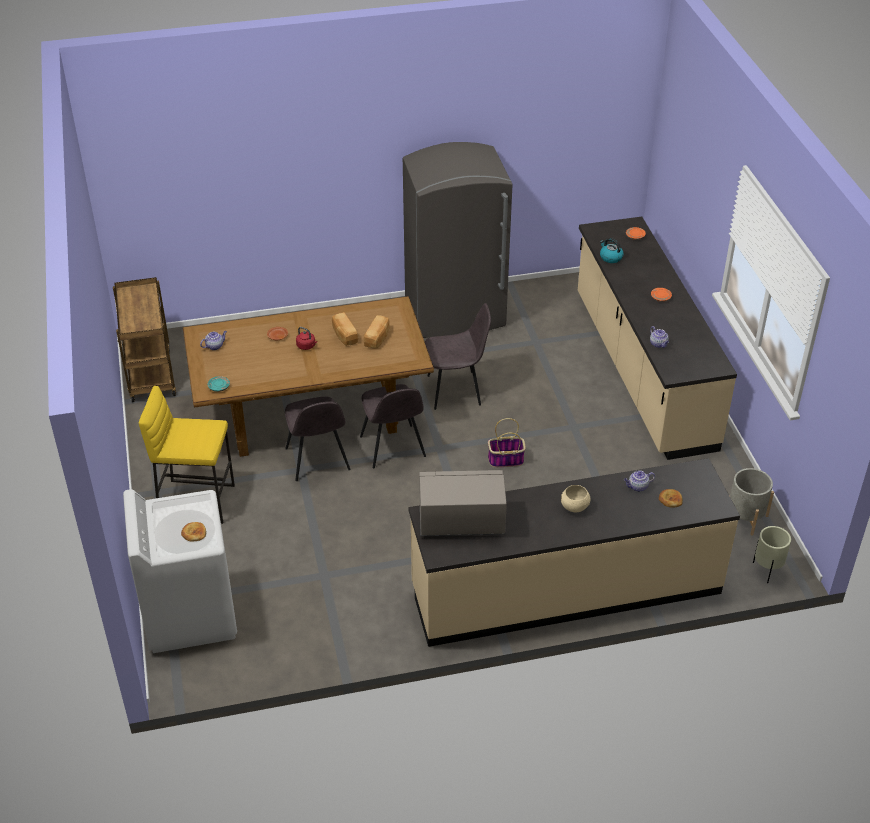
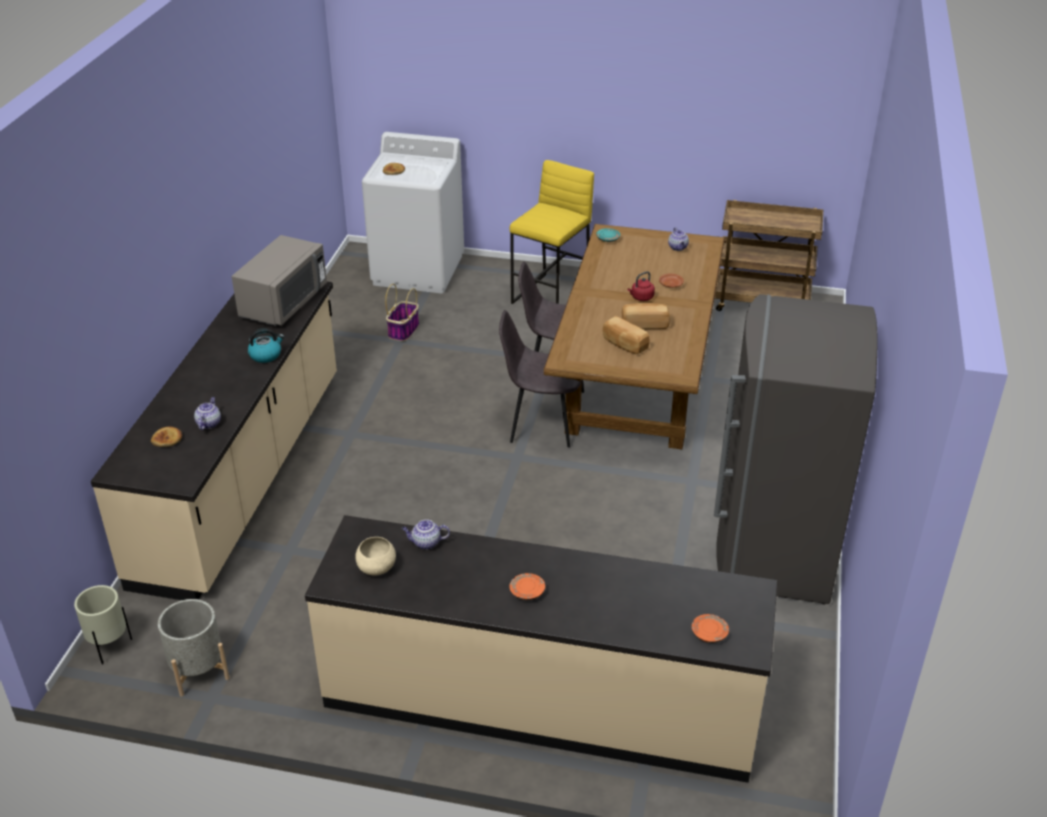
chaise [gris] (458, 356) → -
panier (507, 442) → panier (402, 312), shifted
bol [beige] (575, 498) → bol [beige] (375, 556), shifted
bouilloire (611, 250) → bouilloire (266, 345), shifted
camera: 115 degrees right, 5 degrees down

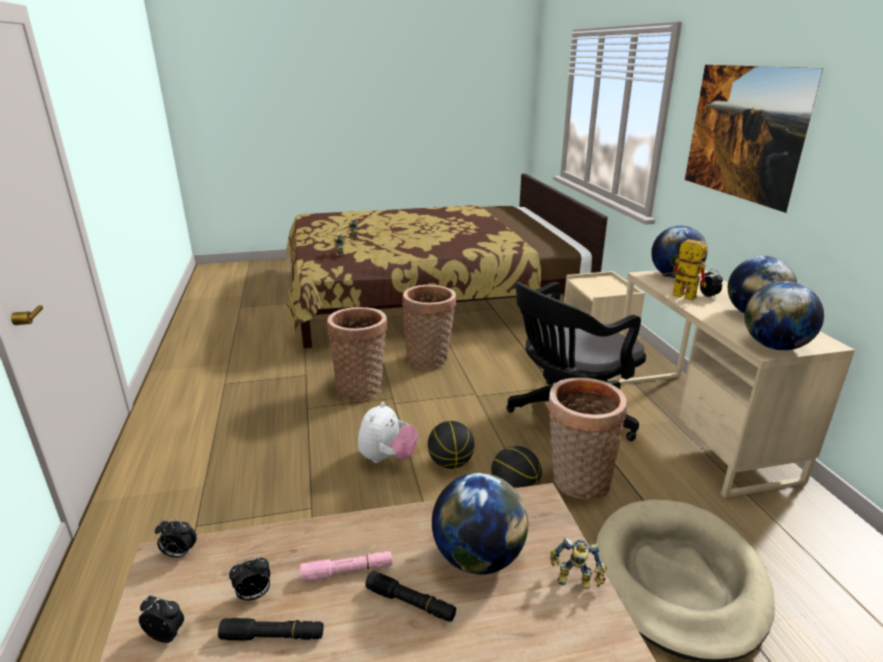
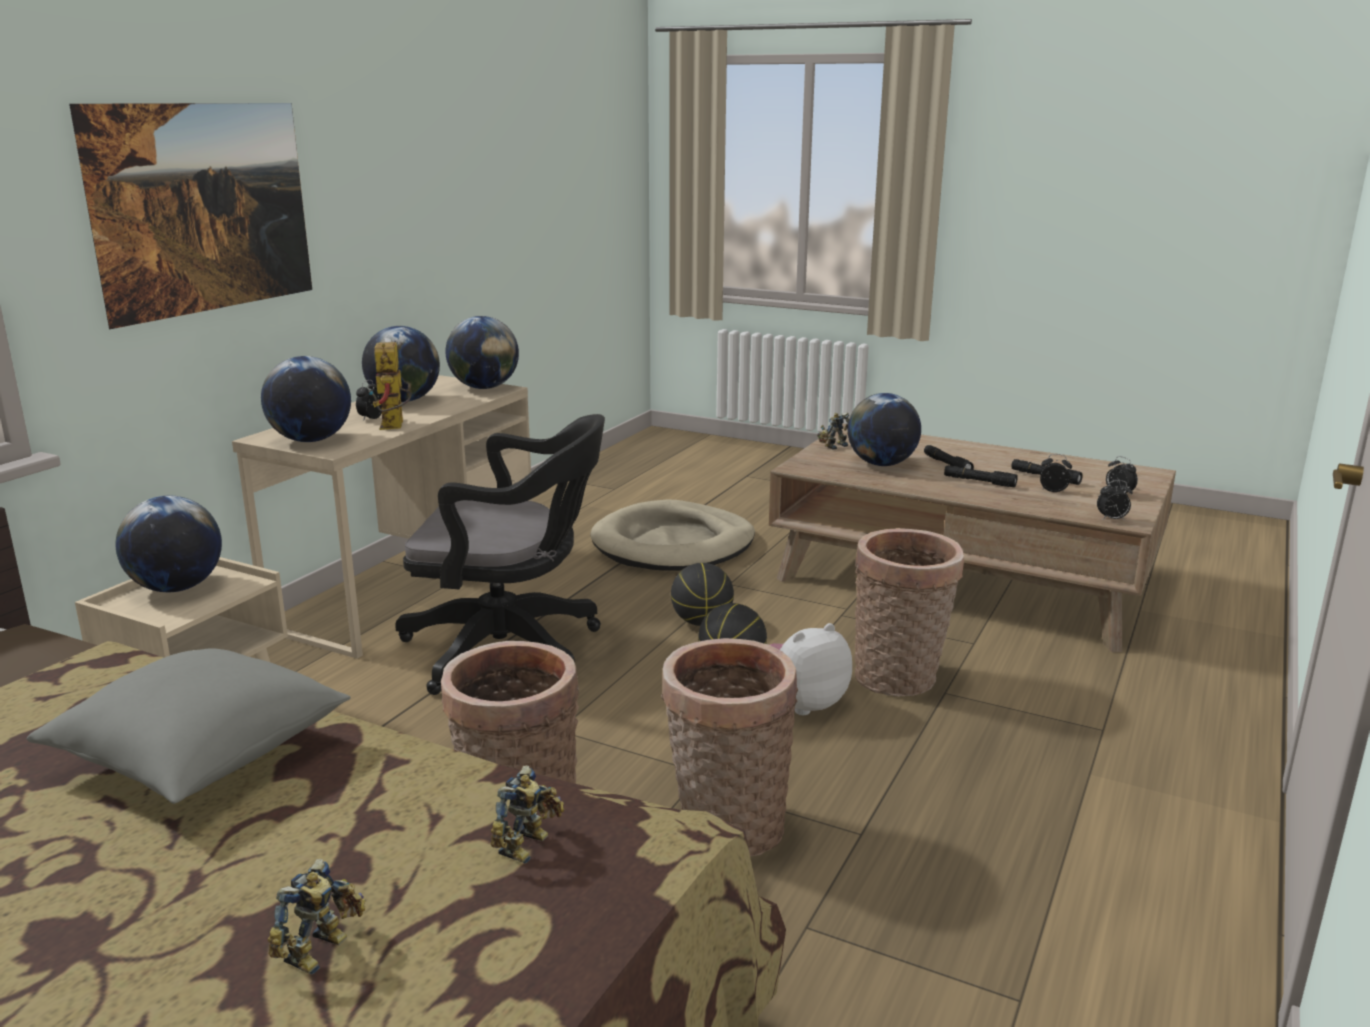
- → coussin [gris] (189, 726)
- → globe (168, 544)
panier (587, 439) → panier (909, 612), shifted
lampe de poche [rose] (346, 566) → lampe de poche [noir] (981, 476)
réveil (176, 538) → réveil (1115, 500), 135 degrees clockwise
robot jouet (578, 563) → robot jouet (833, 430), 90 degrees counterclockwise
camera: 140 degrees left, 5 degrees down

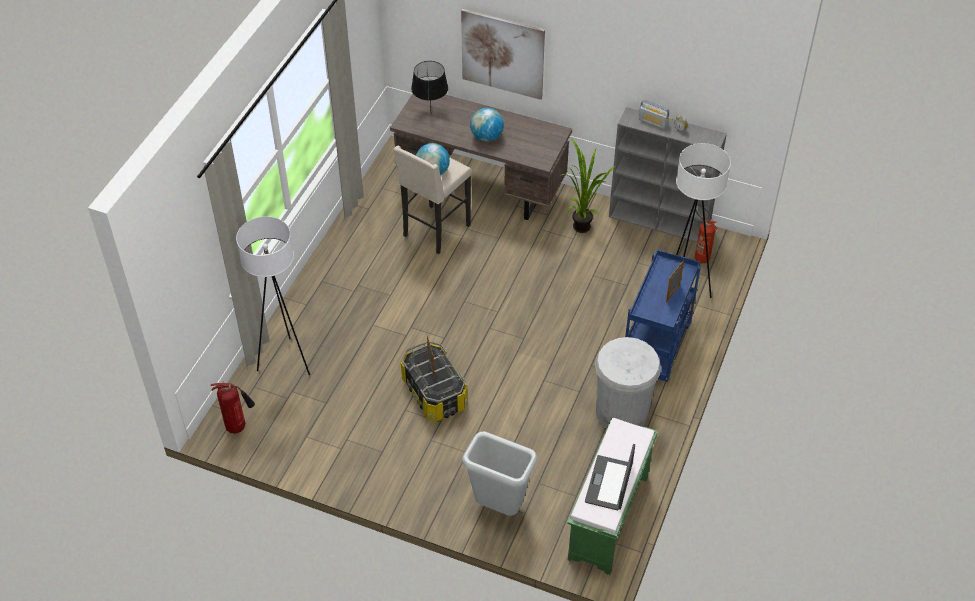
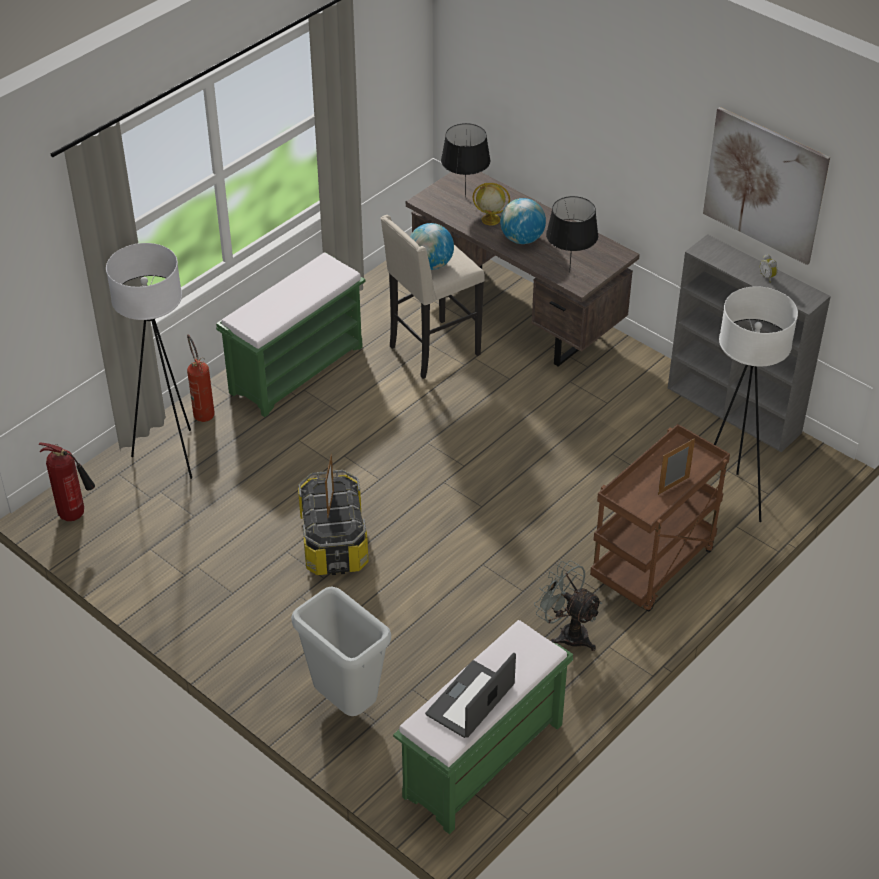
plante en pot (589, 185) → -
radio (654, 114) → -
- → banc [vert] (291, 334)
- → globe (491, 204)
- → lampe de table [noir] (572, 234)
tableau (503, 54) → tableau (766, 186), shifted
extincteur (706, 234) → extincteur (201, 378), shifted
poubelle [blanc] (628, 383) → ventilateur [gris] (568, 606)
chariot [bleu] (663, 315) → chariot [marron] (660, 518)
camera: 20 degrees right, 5 degrees down

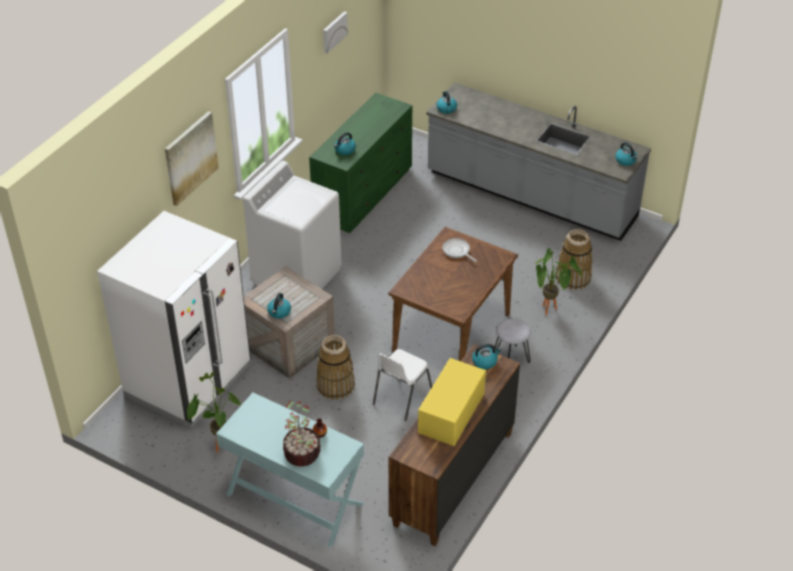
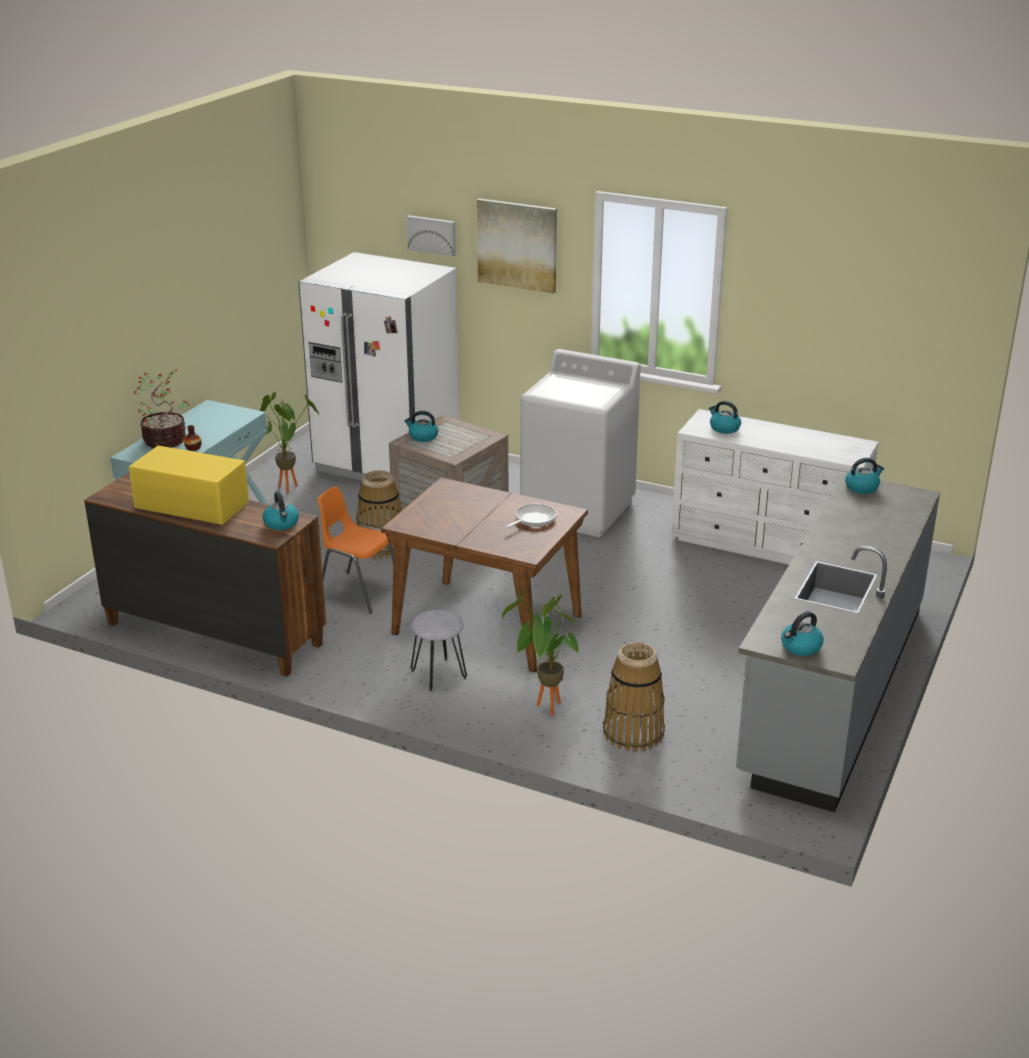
tableau (335, 32) → tableau (431, 236), shifted
commode [vert] (360, 163) → commode [blanc] (775, 487)
chaise [blanc] (402, 385) → chaise [orange] (355, 550)
camera: 85 degrees right, 15 degrees down

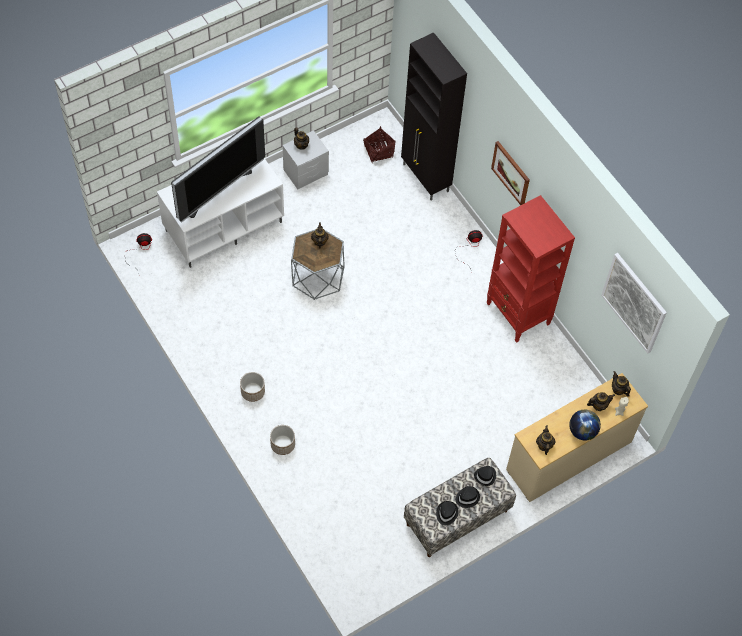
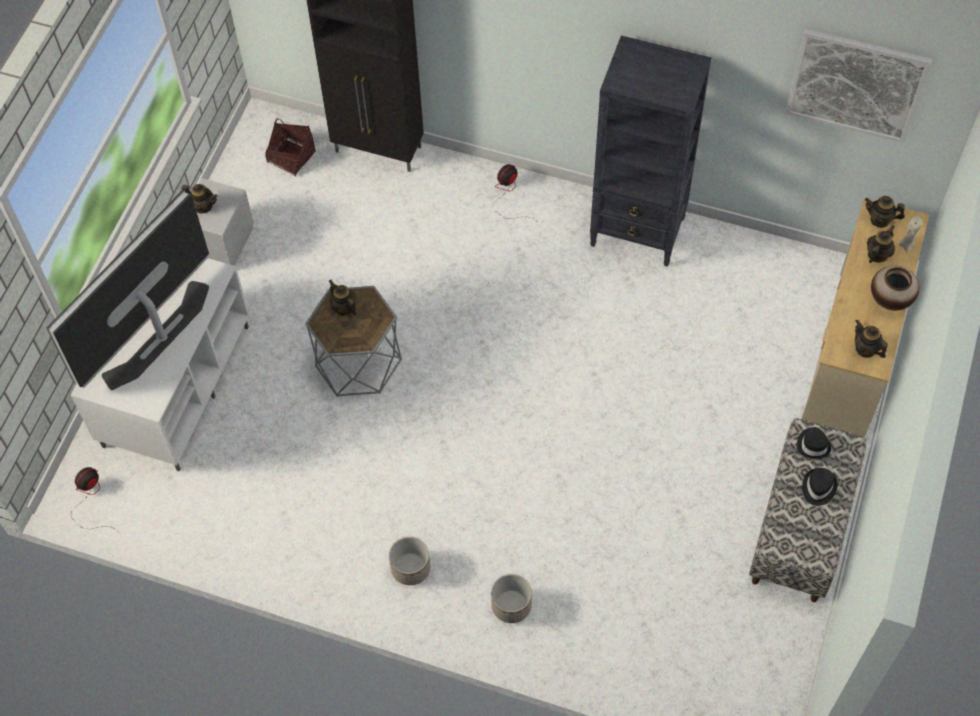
chapeau [noir] (447, 513) → -
tableau (510, 173) → -
globe (585, 425) → vase (895, 288)
bibliothèque [rouge] (531, 269) → bibliothèque [noir] (650, 151)
téléviseur (218, 169) → téléviseur (127, 290), 150 degrees counterclockwise
camera: 35 degrees left, 0 degrees up

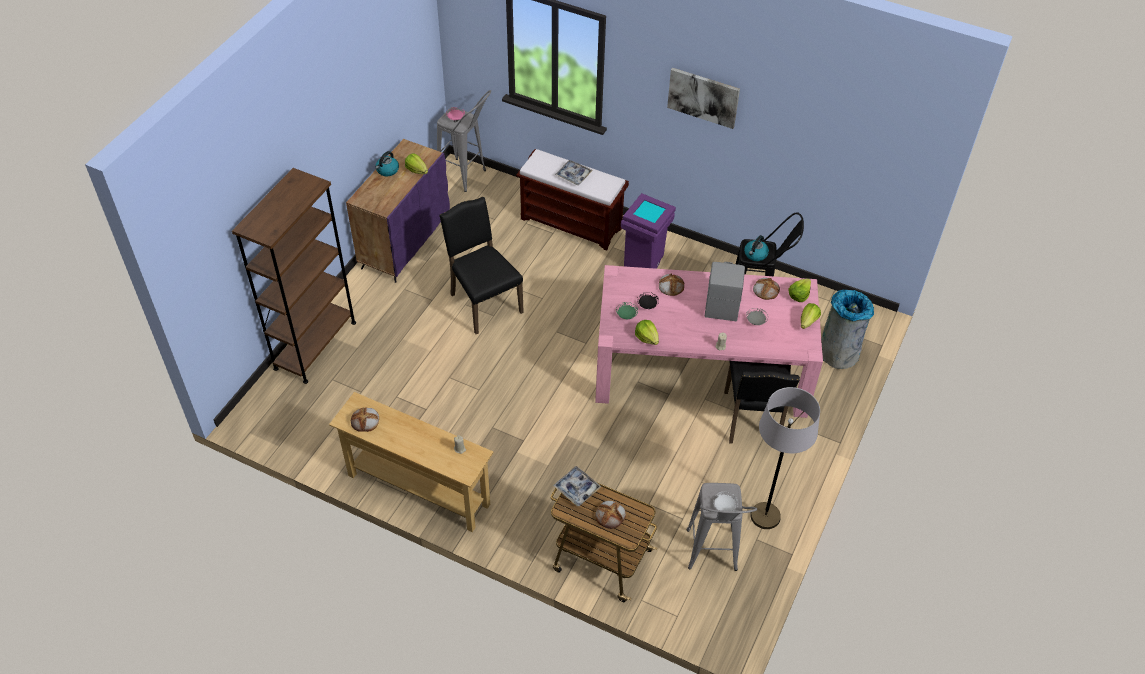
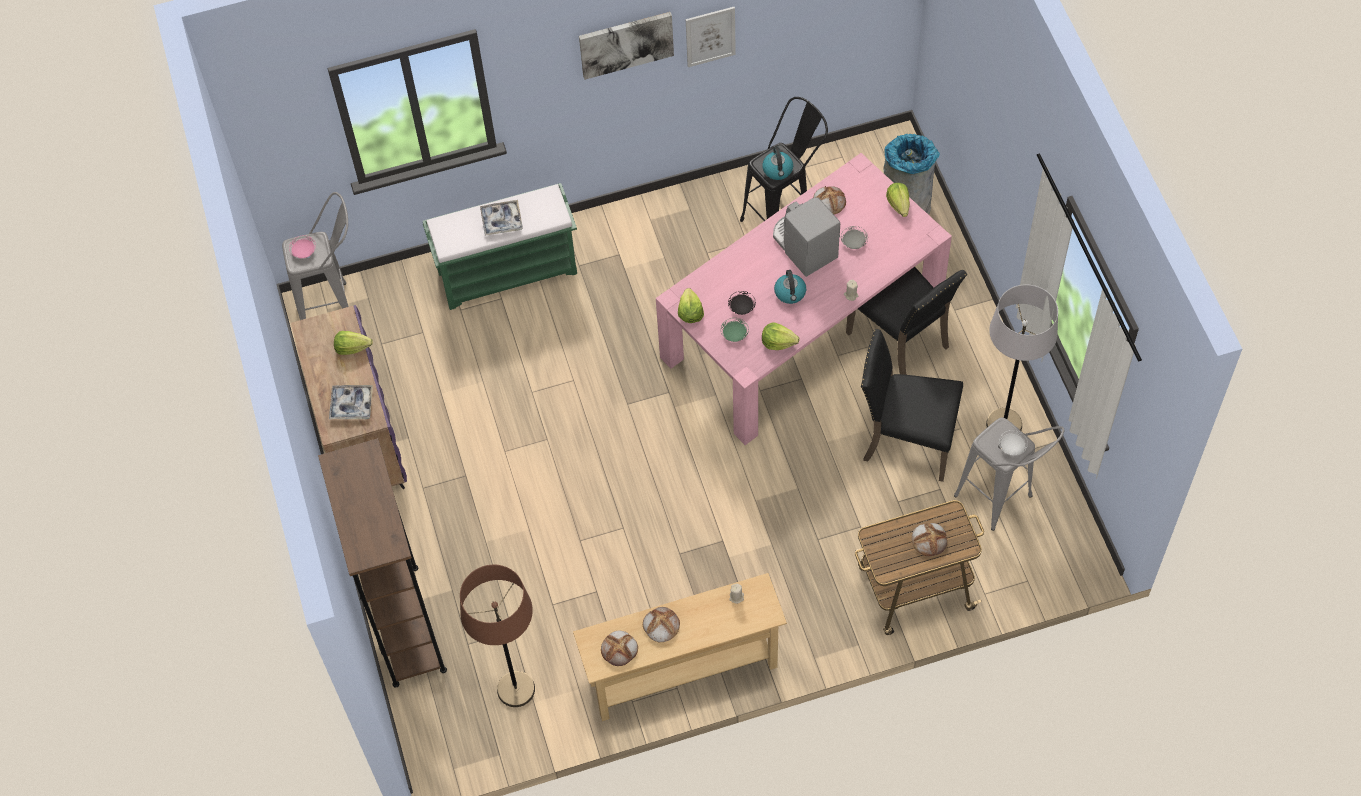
poubelle [violet] (648, 231) → -
- → lampadaire [marron] (497, 636)
- → tableau (711, 37)
bouilloire (387, 163) → bouilloire (790, 287), shifted
chaise [noir] (481, 265) → chaise [noir] (912, 405), shifted
plateau (577, 486) → plateau (351, 402), shifted
pain (672, 284) → pain (661, 624), shifted
laitue (799, 290) → laitue (691, 305), shifted
banc [marron] (572, 200) → banc [vert] (500, 246)
camera: 40 degrees left, 10 degrees up

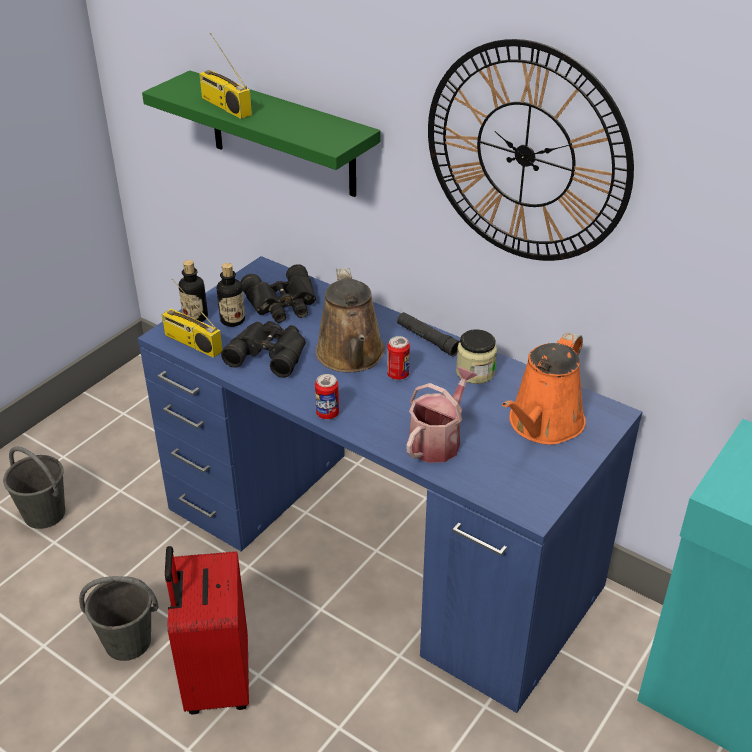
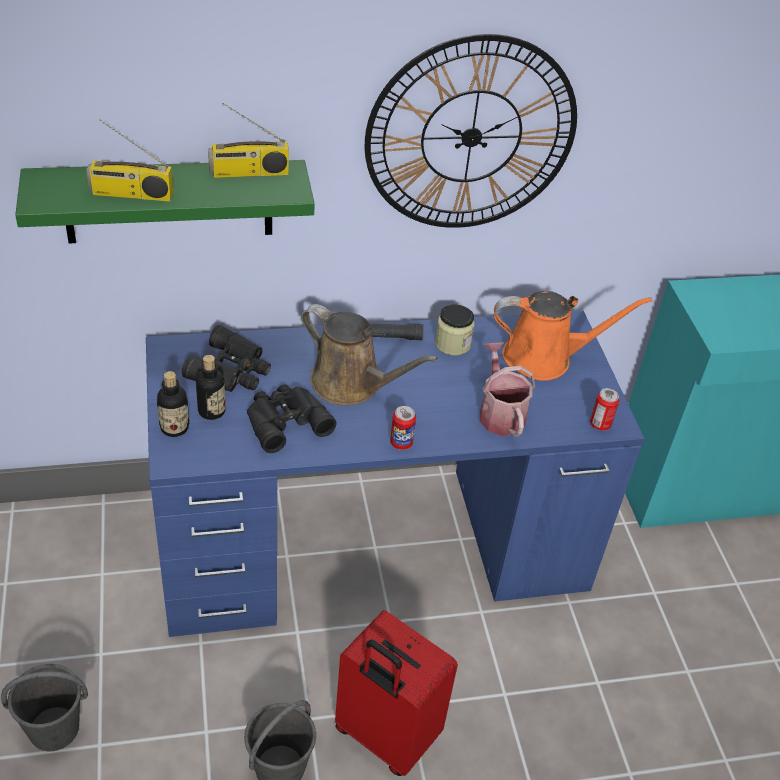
radio (191, 318) → radio (248, 140), shifted
boîte métallique (398, 358) → boîte métallique (605, 409), shifted
arrosoir [orange] (544, 388) → arrosoir [orange] (573, 336), 75 degrees counterclockwise
camera: 50 degrees left, 5 degrees up

